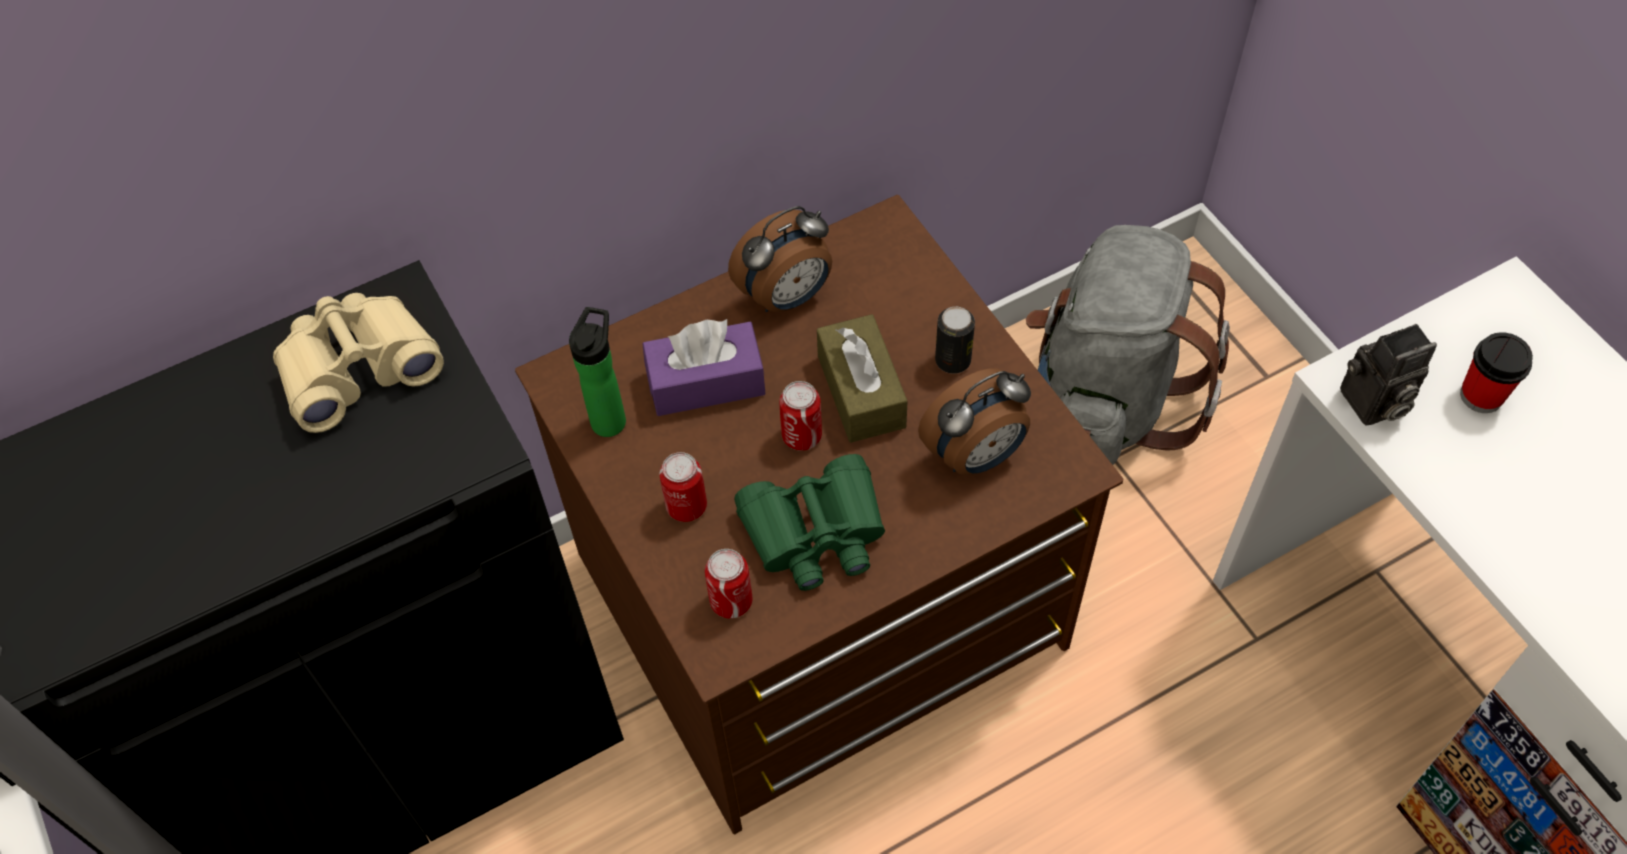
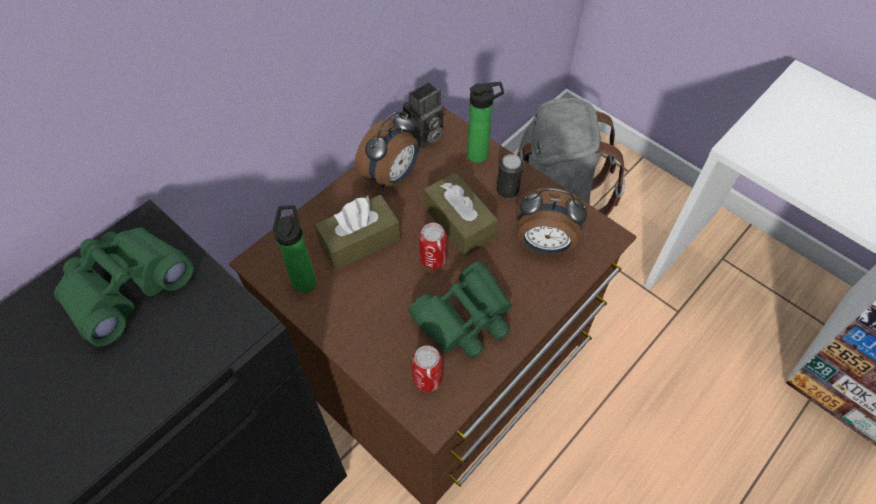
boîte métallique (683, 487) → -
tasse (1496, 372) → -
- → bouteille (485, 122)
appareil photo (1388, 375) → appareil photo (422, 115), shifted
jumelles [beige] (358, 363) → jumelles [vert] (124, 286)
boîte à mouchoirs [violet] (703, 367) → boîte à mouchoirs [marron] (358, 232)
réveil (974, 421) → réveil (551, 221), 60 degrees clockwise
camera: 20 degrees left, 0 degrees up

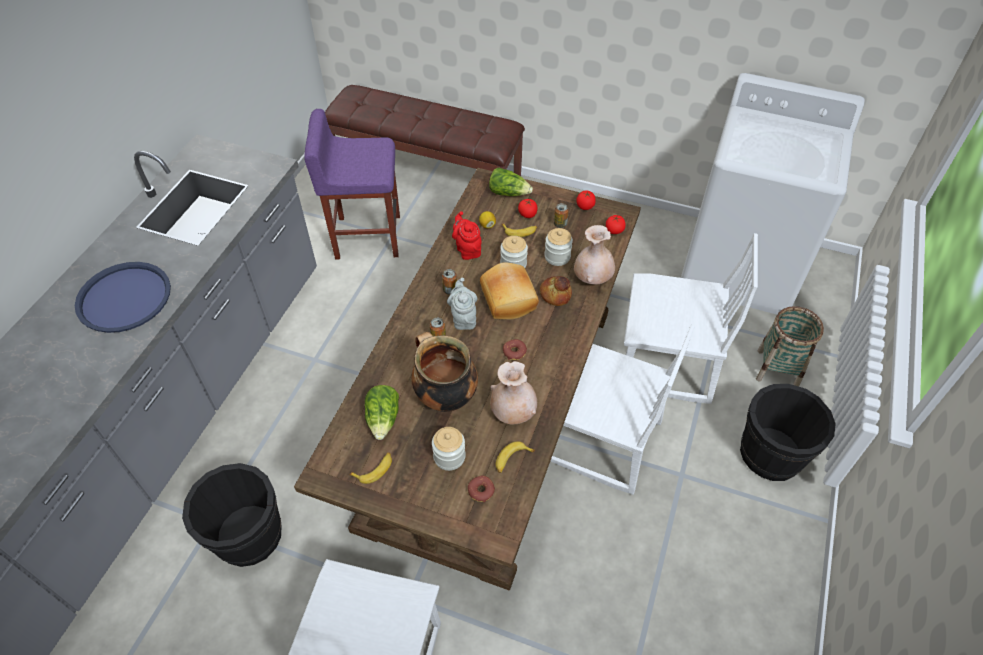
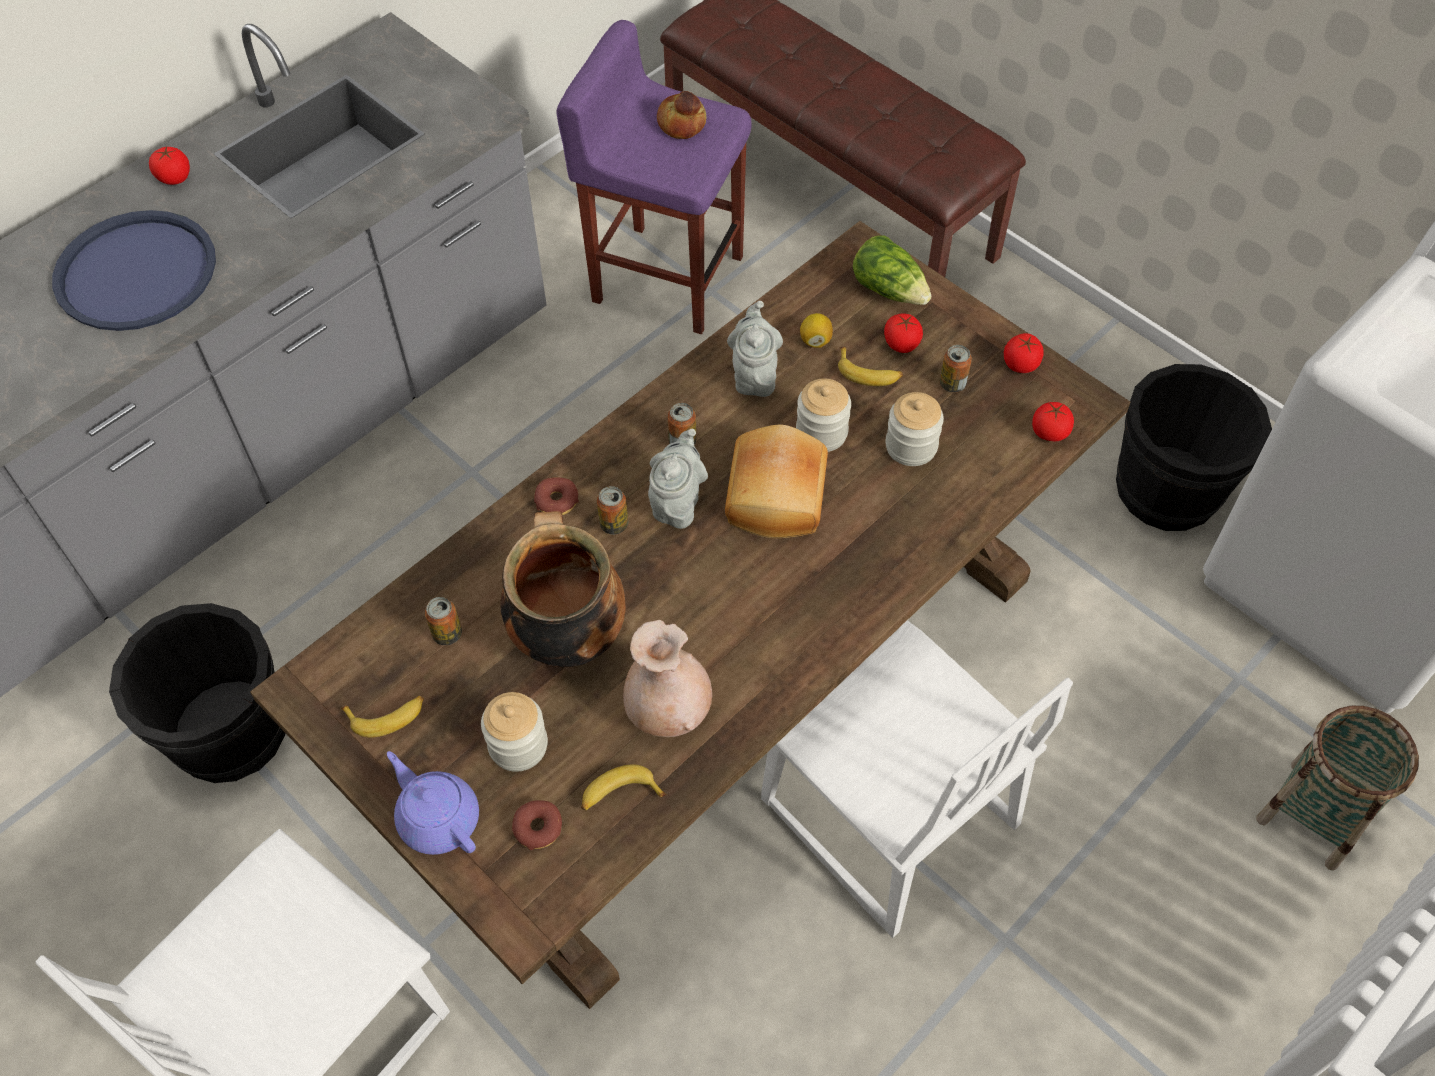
vase [beige] (594, 254) → -
chaise [blanc] (691, 318) → -
- → tomate (169, 165)
- → théière [violet] (433, 803)
beignet (515, 349) → beignet (556, 496), shifted
pain (556, 291) → pain (681, 115), shifted
seau [noir] (788, 432) → seau [noir] (1194, 447), shifted
laitue (382, 412) → boîte métallique (443, 621)
théière [rouge] (467, 235) → théière [gris] (755, 349)
camera: 25 degrees right, 5 degrees up

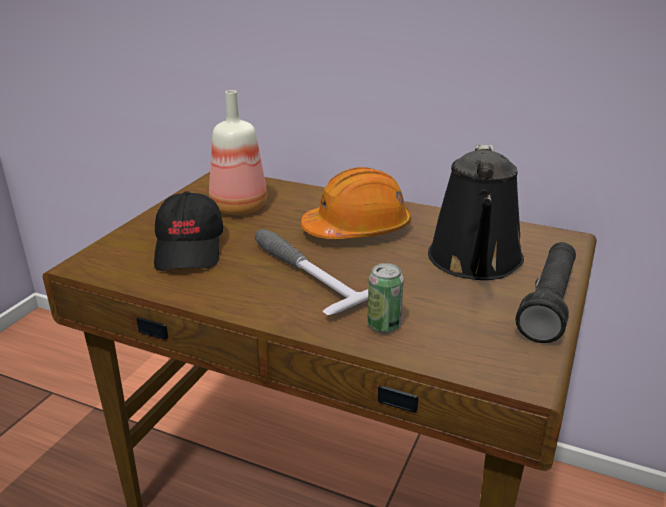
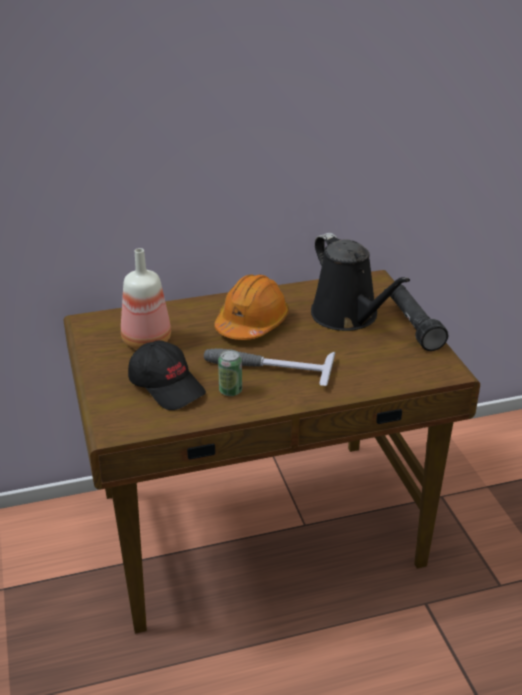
boîte métallique (385, 298) → boîte métallique (230, 373), shifted
camera: 40 degrees left, 5 degrees up

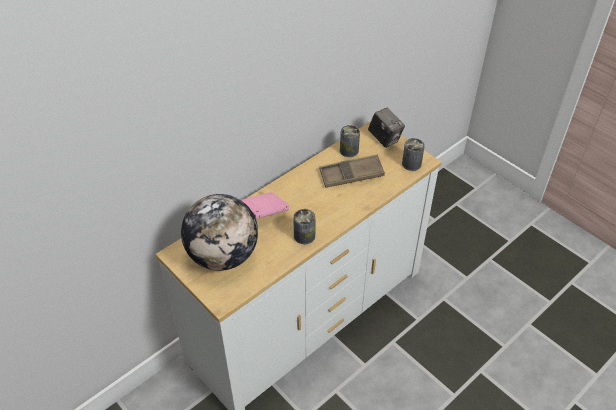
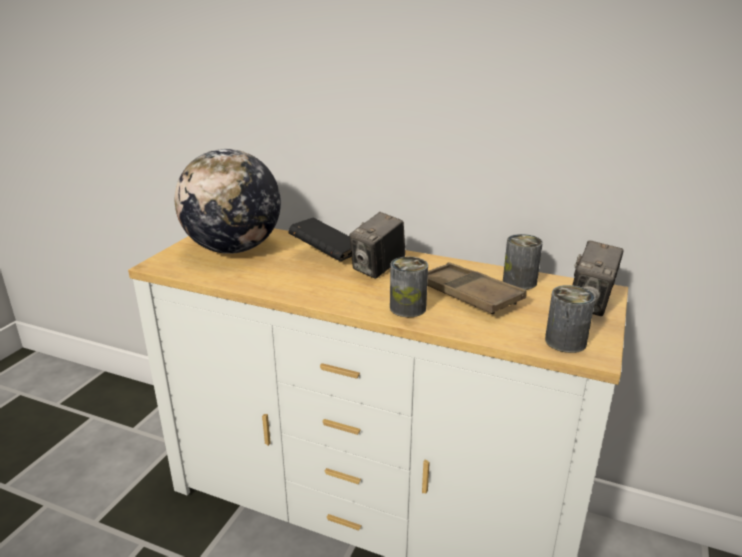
- → appareil photo (377, 245)
boîte métallique (304, 226) → boîte métallique (409, 287), shifted
livre [rose] (265, 205) → livre [noir] (320, 239)
camera: 65 degrees right, 20 degrees down

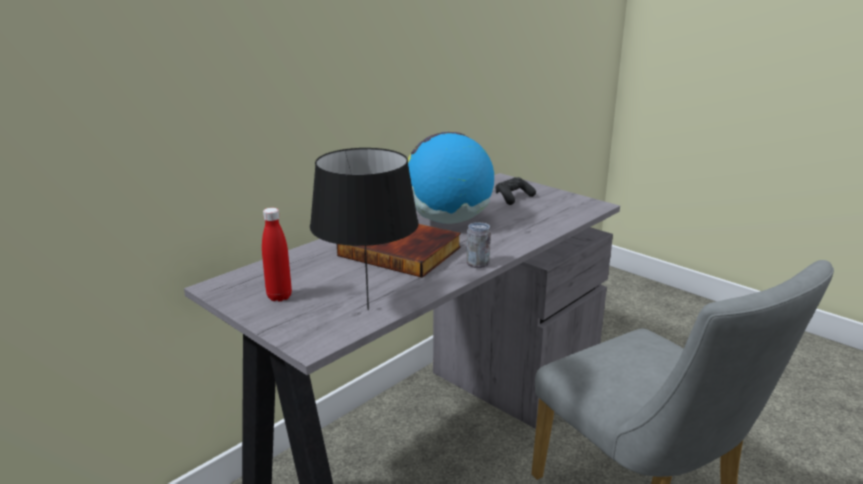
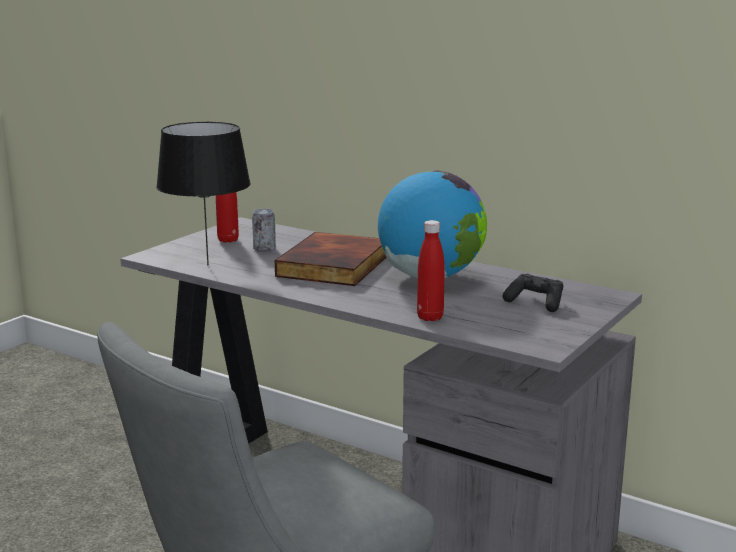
- → bouteille [rouge] (431, 270)
boîte métallique (478, 245) → boîte métallique (264, 230), shifted
camera: 80 degrees right, 5 degrees down

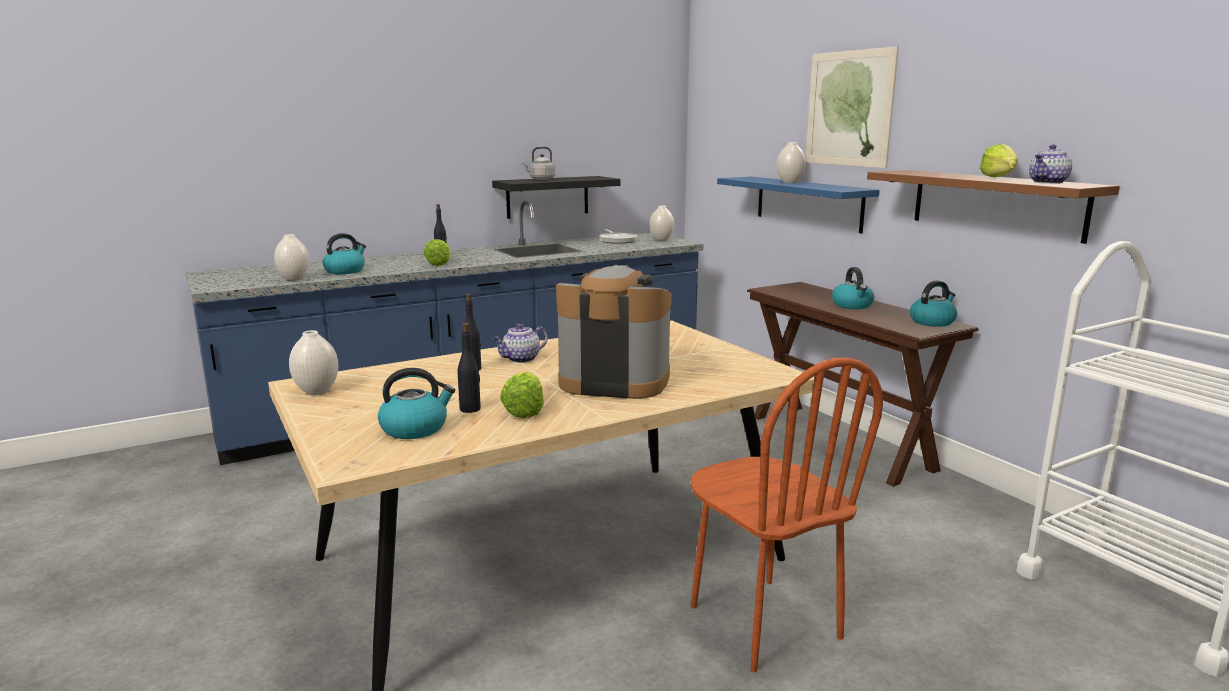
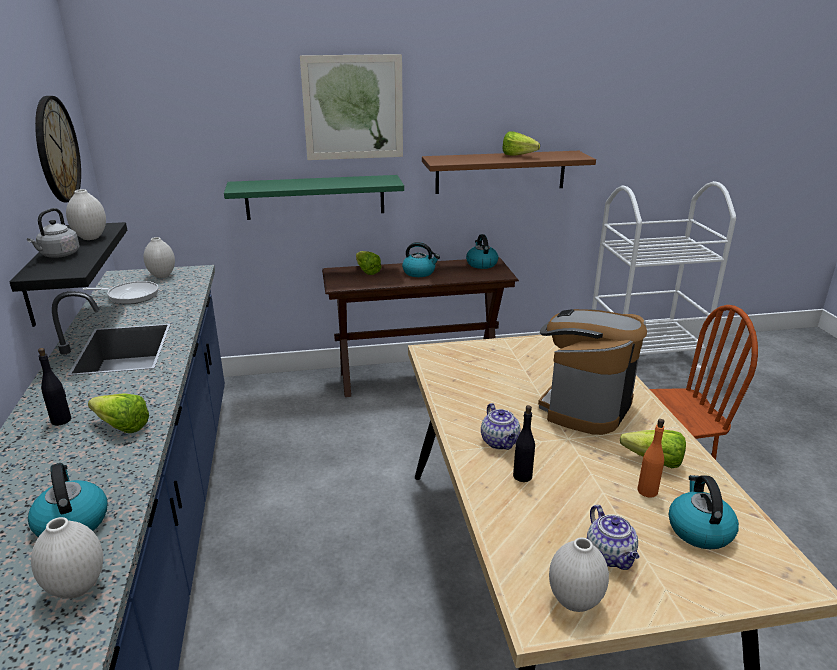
- → horloge murale (58, 149)
- → laitue (368, 263)
vase [blanc] (791, 162) → vase [blanc] (86, 214), shifted
théière (1050, 164) → théière (613, 537), shifted
bouteille [noir] (469, 368) → bouteille [orange] (651, 458)
étagère [bleu] (798, 205) → étagère [vert] (314, 197)
camera: 70 degrees left, 10 degrees up

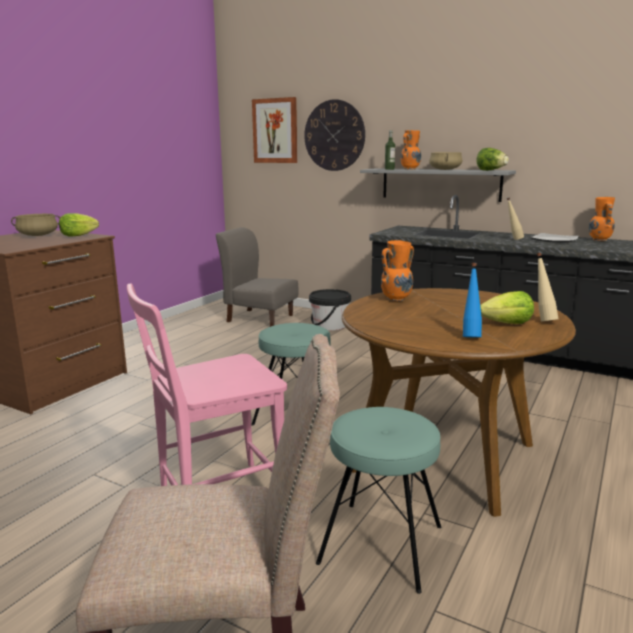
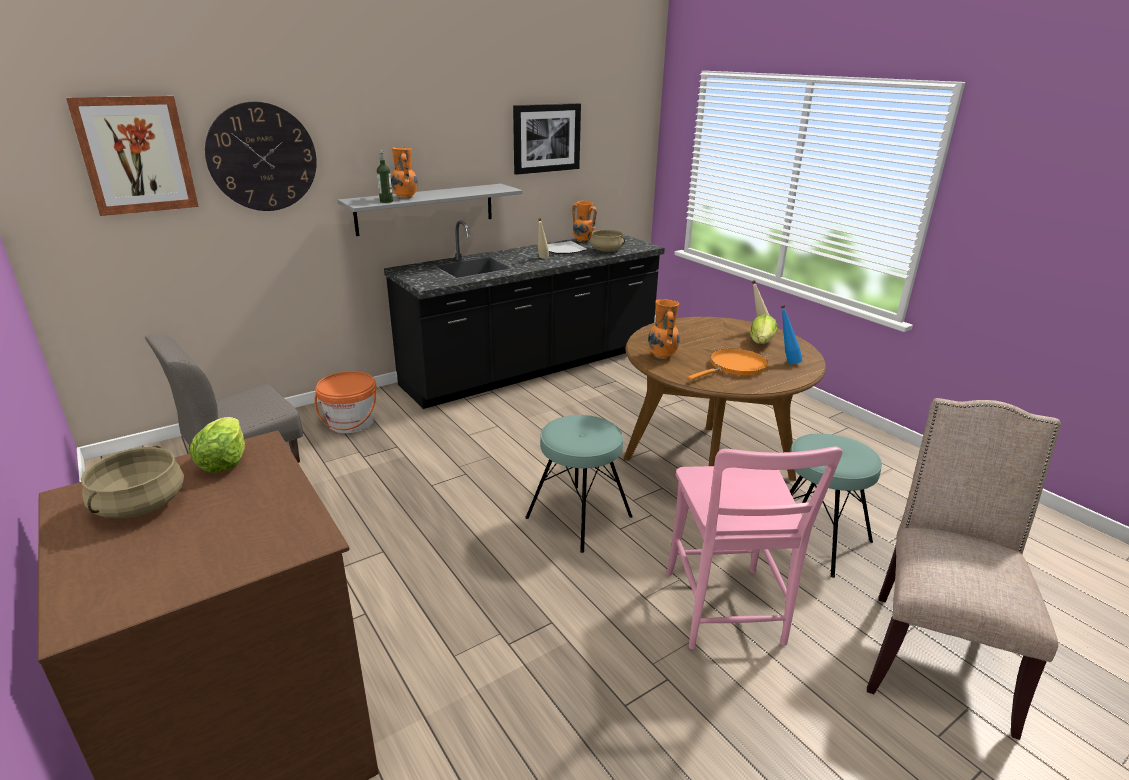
laitue (492, 159) → -
- → tableau (547, 139)
- → poêle [orange] (728, 364)
marmite [beige] (445, 161) → marmite [beige] (606, 240), shifted
seau [noir] (330, 310) → seau [orange] (345, 402)
camera: 65 degrees left, 10 degrees up

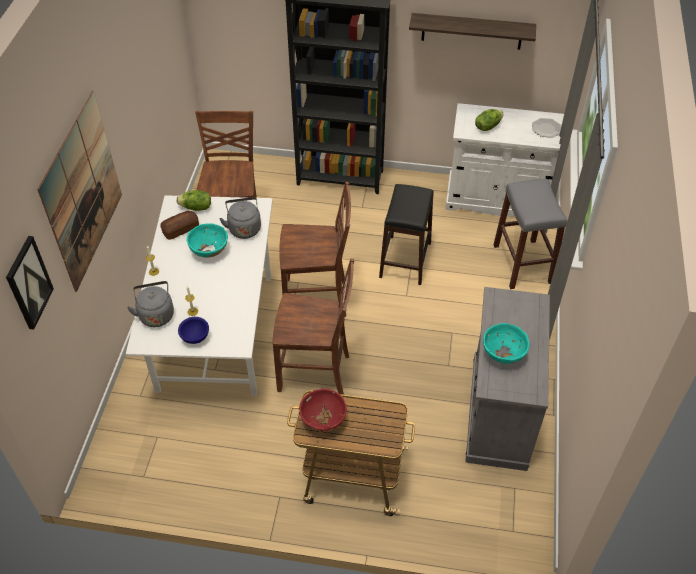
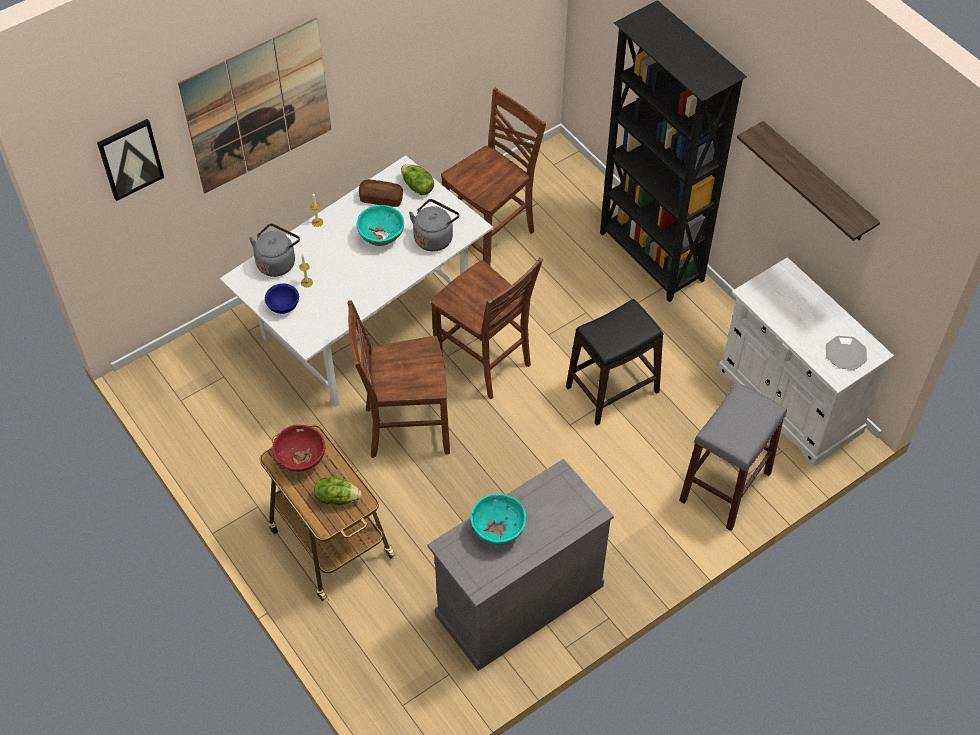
laitue (489, 120) → laitue (338, 491), shifted
chaise [marron] (313, 326) → chaise [marron] (399, 379), 120 degrees clockwise
camera: 45 degrees right, 5 degrees up

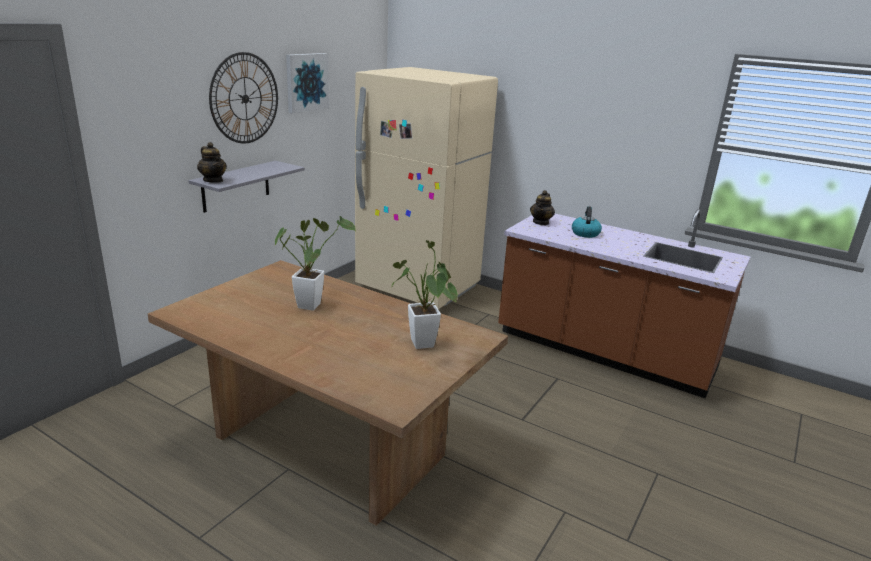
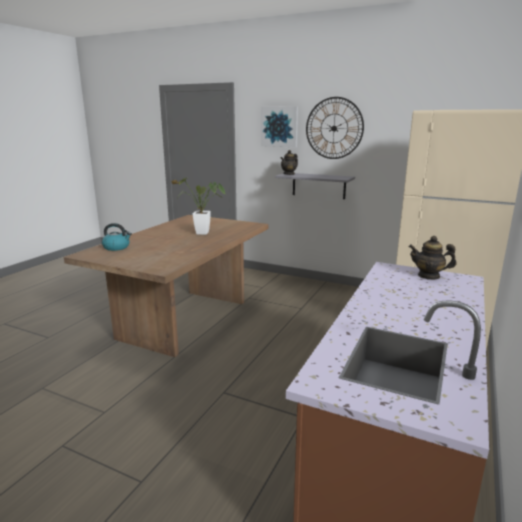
plante en pot (425, 294) → -
tableau (307, 83) → tableau (279, 126), shifted
bouilloire (587, 222) → bouilloire (117, 237), shifted
camera: 85 degrees right, 5 degrees down

